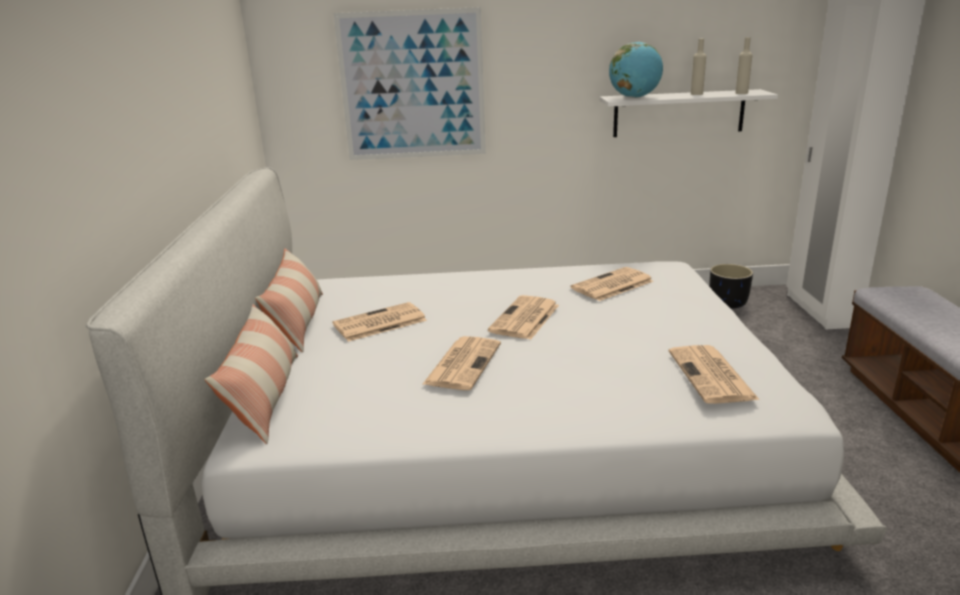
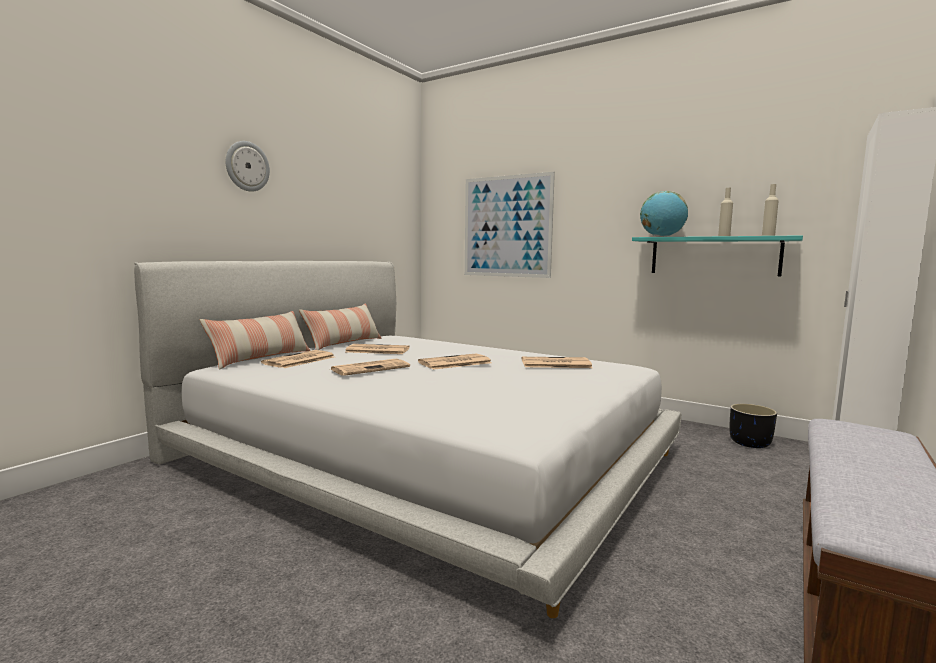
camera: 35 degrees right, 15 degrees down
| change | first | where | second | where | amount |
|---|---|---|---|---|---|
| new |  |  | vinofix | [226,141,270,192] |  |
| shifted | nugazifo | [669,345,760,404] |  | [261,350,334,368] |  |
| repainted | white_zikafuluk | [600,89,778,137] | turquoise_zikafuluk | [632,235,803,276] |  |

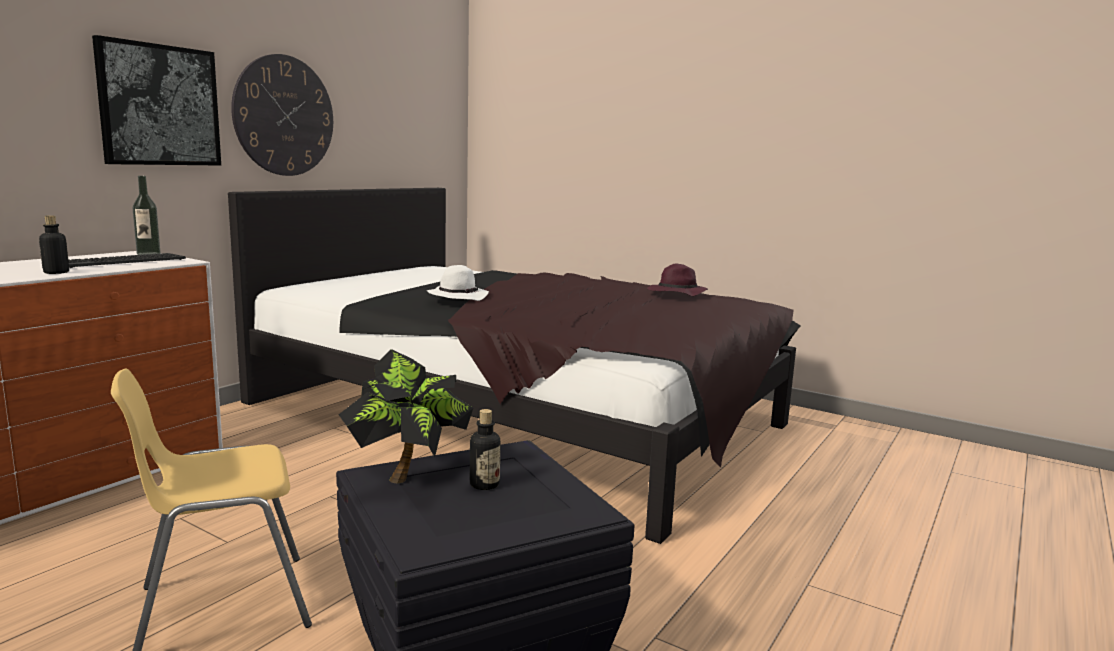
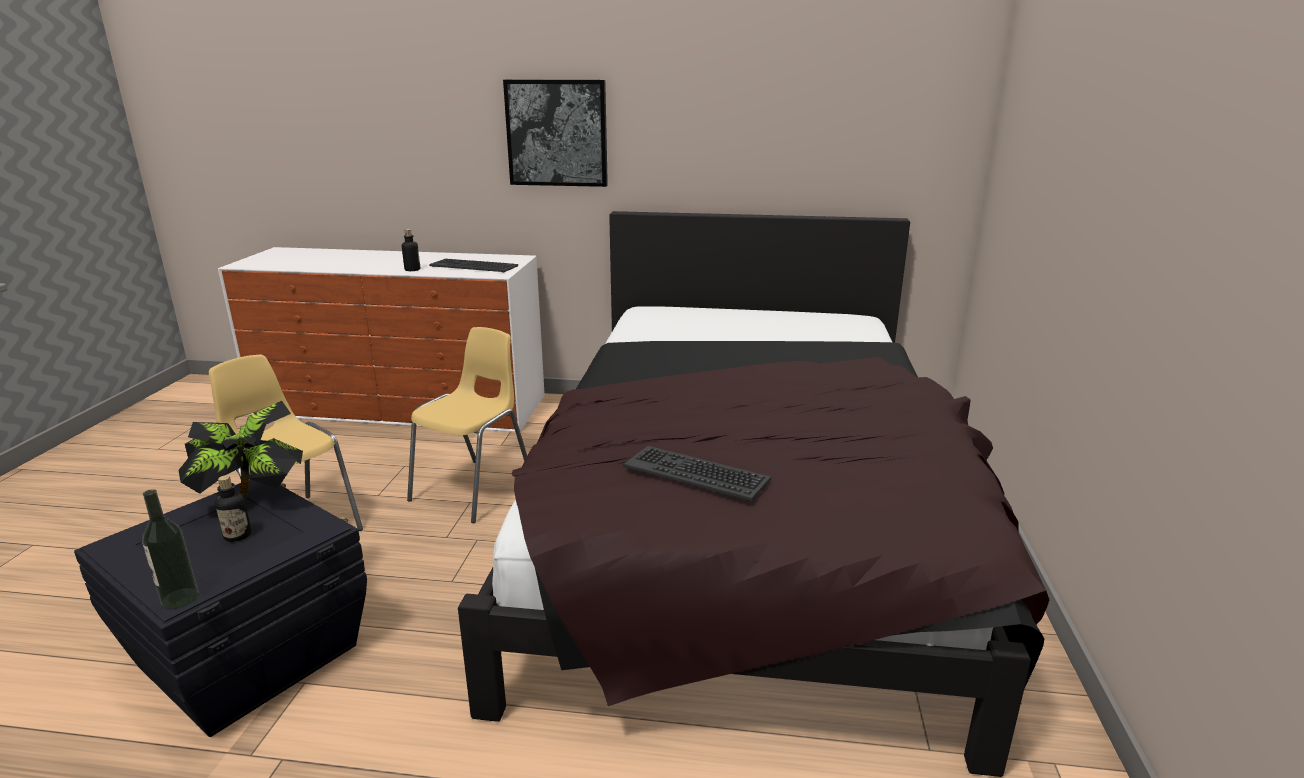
camera: 65 degrees right, 10 degrees up
| change | first | where | second | where | amount |
|---|---|---|---|---|---|
| gone | vinofix | [231,54,333,176] |  |  |  |
| gone | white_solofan | [426,265,489,301] |  |  |  |
| gone | purple_solofan | [647,264,708,296] |  |  |  |
| new |  |  | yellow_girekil | [407,327,527,523] |  |
| new |  |  | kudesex | [623,446,771,501] |  |
| shifted | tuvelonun | [133,176,161,255] |  | [142,489,199,609] |  |

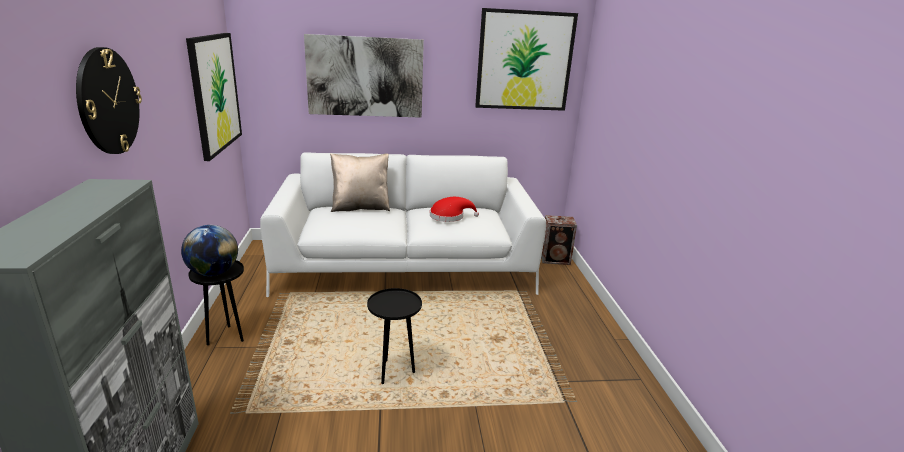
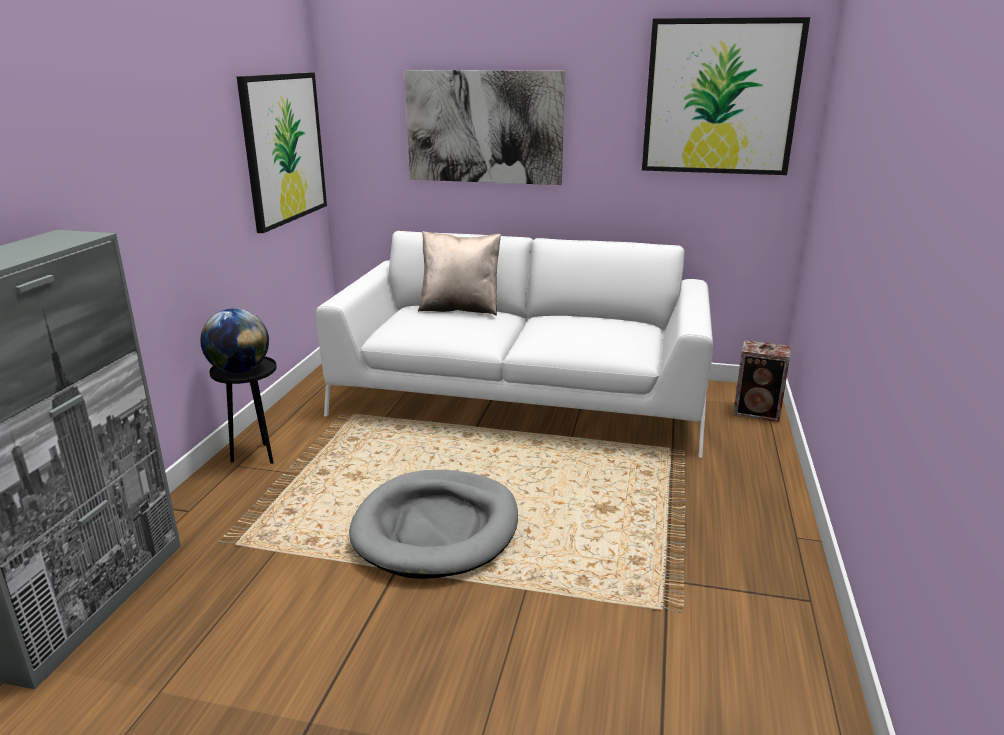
camera: 20 degrees right, 0 degrees up
| change | first | where | second | where | amount |
|---|---|---|---|---|---|
| gone | vinofix | [76,47,142,154] |  |  |  |
| gone | red_solofan | [430,197,479,222] |  |  |  |
| swapped | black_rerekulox | [367,288,422,384] | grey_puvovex | [349,470,518,579] |  |

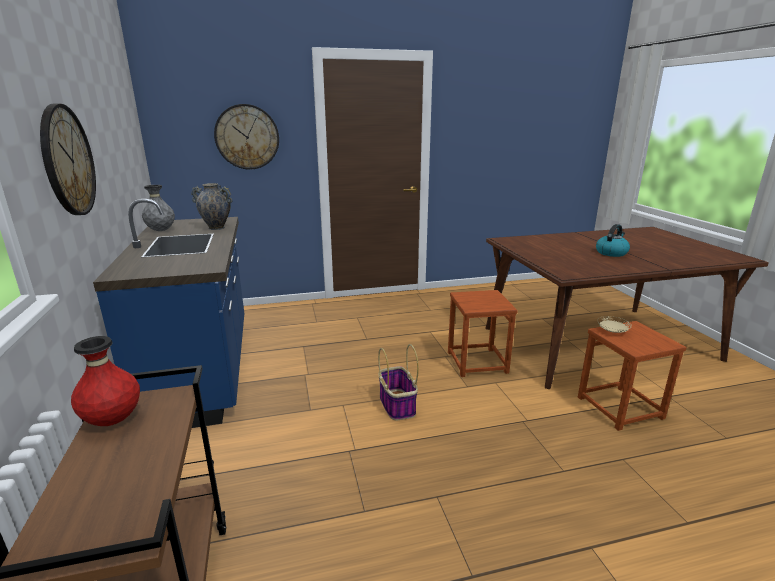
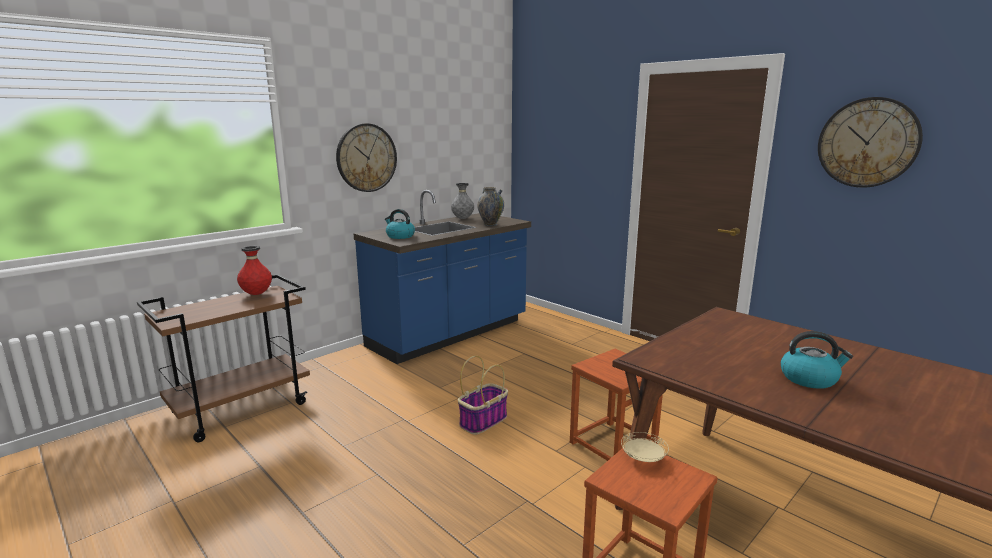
camera: 60 degrees right, 5 degrees down
| change | first | where | second | where | amount |
|---|---|---|---|---|---|
| new |  |  | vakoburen | [385,209,415,239] |  |
| shifted | vinofix | [214,104,279,170] |  | [818,97,923,188] |  |

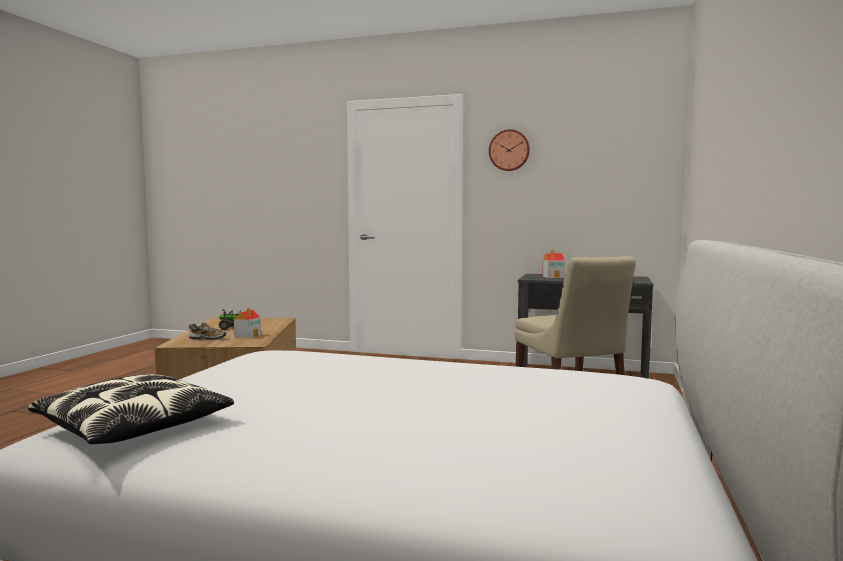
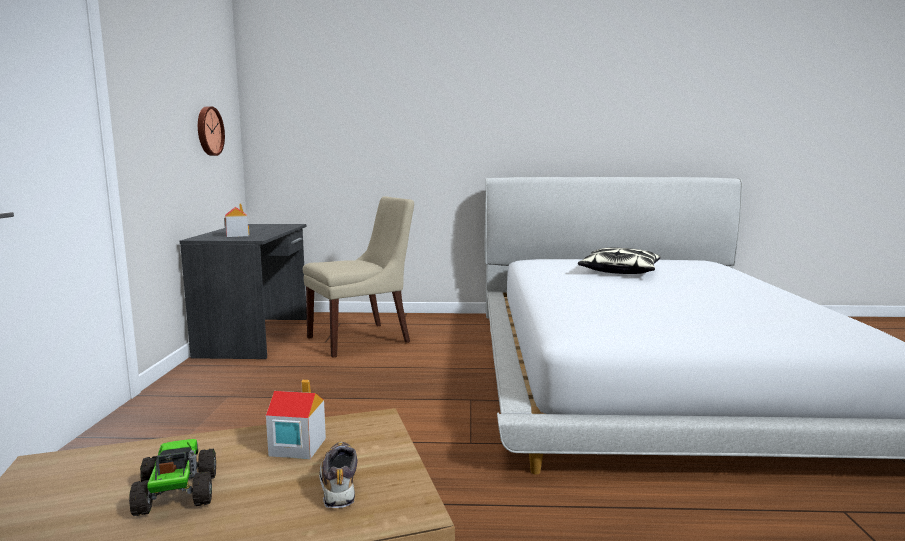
camera: 105 degrees left, 5 degrees up
| change | first | where | second | where | amount |
|---|---|---|---|---|---|
| shifted | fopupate | [28,374,234,444] |  | [578,248,661,274] |  |
| shifted | vinofix | [489,129,530,171] |  | [198,106,225,156] |  |

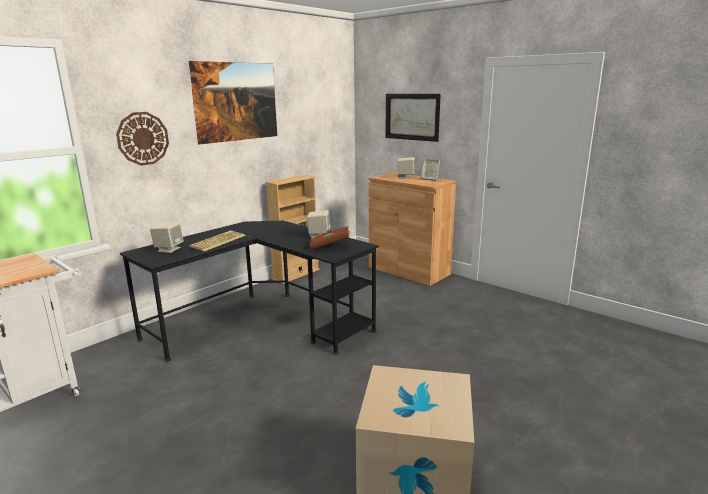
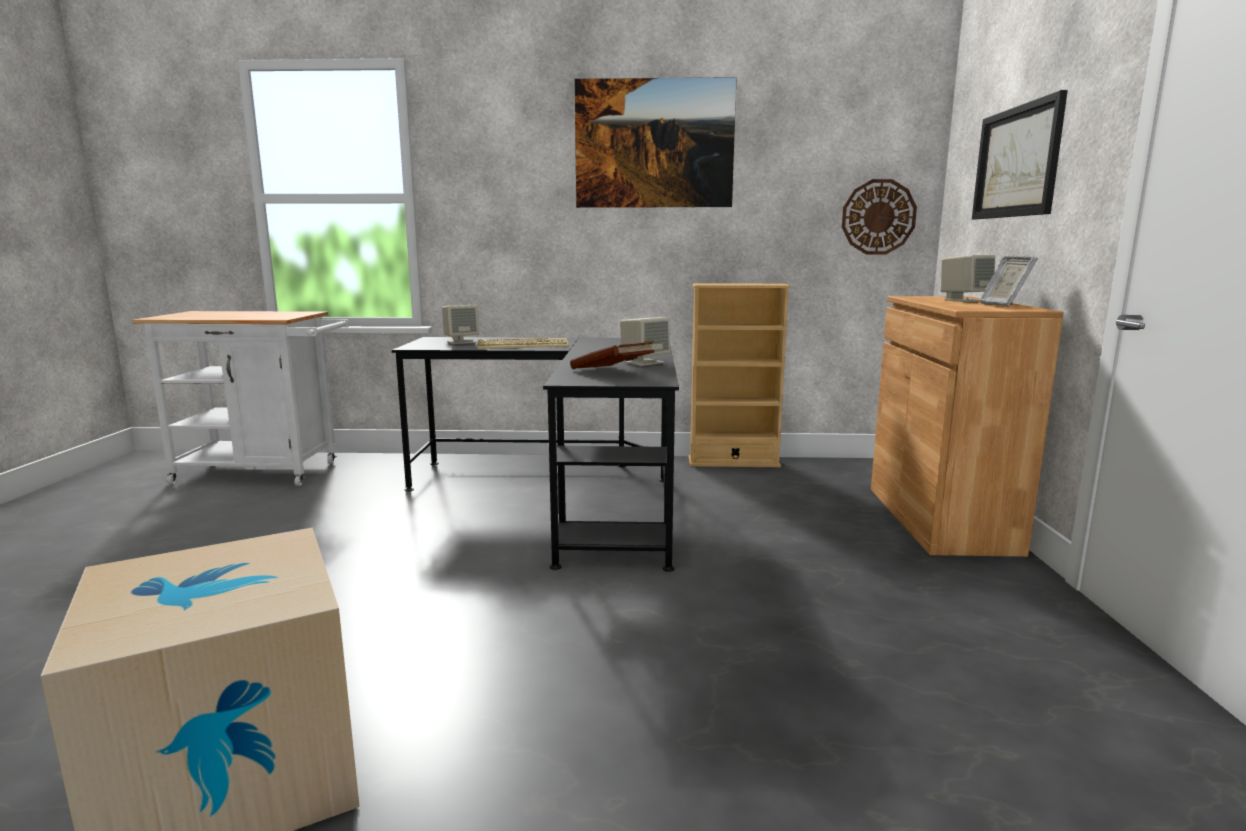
camera: 50 degrees right, 5 degrees down
| change | first | where | second | where | amount |
|---|---|---|---|---|---|
| shifted | vinofix | [116,112,169,166] |  | [842,179,917,255] |  |

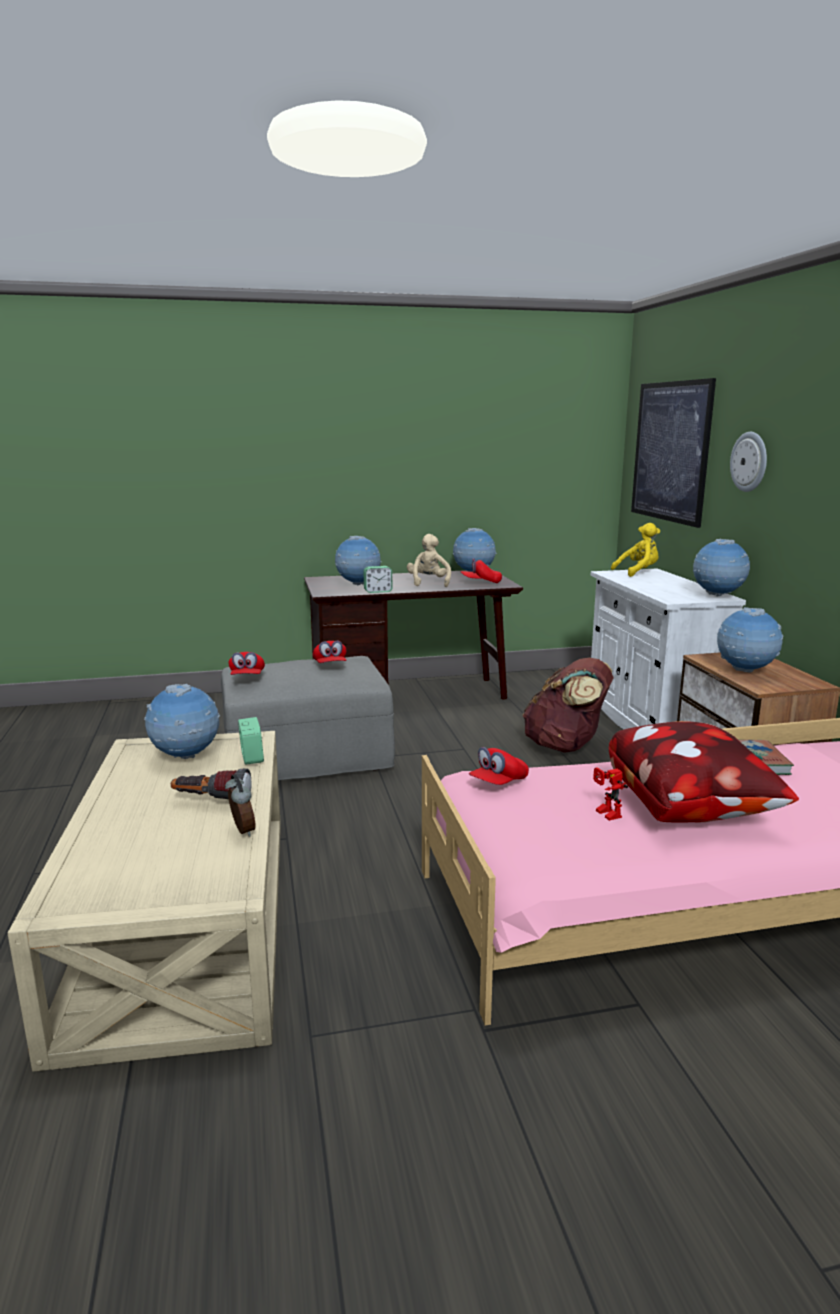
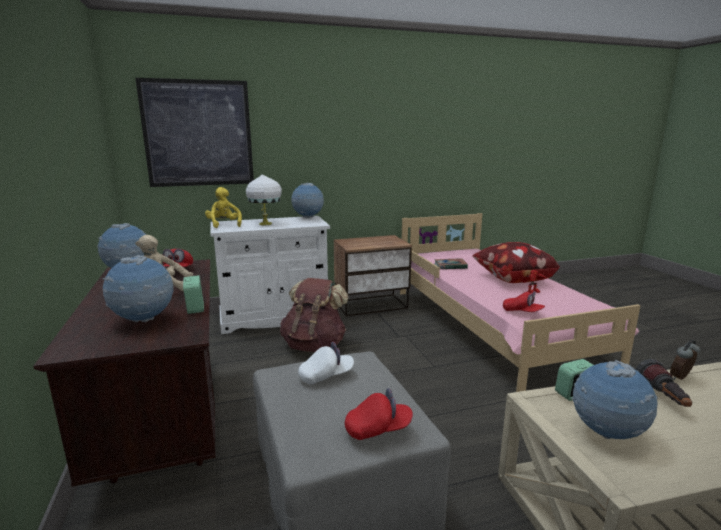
camera: 95 degrees left, 0 degrees up
| change | first | where | second | where | amount |
|---|---|---|---|---|---|
| gone | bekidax | [717,607,784,673] |  |  |  |
| gone | vinofix | [730,432,767,492] |  |  |  |
| new |  |  | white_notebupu | [246,175,282,225] |  |
| repainted | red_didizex | [313,641,346,663] | white_didizex | [298,342,354,385] |  |

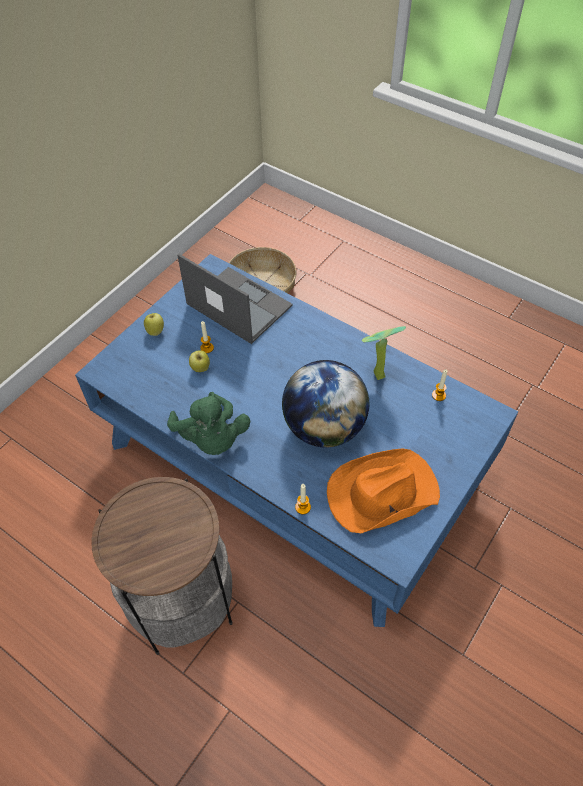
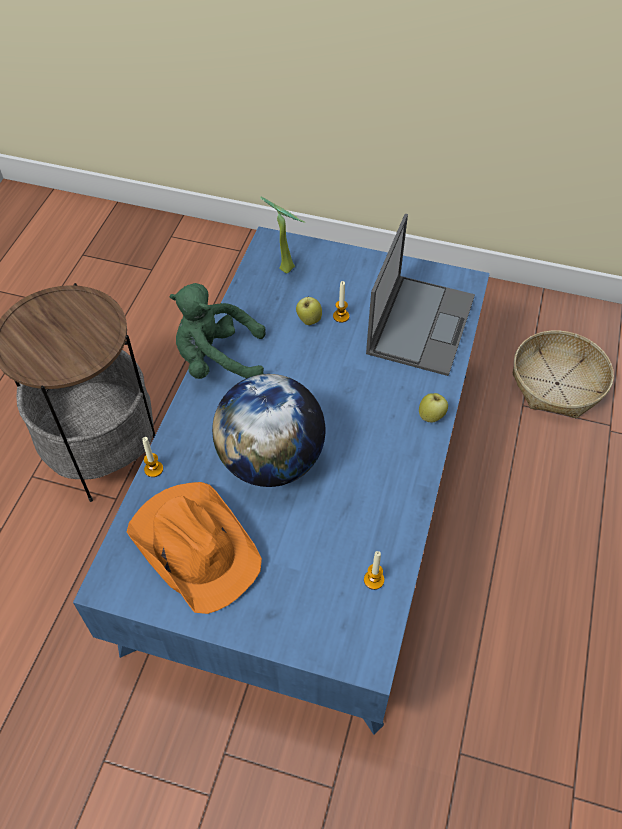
camera: 70 degrees right, 0 degrees up
| change | first | where | second | where | amount |
|---|---|---|---|---|---|
| shifted | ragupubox | [144,313,164,336] |  | [419,393,448,423] |  |
| shifted | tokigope | [362,326,406,380] |  | [260,196,305,273] |  |
| rotated | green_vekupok | [167,392,250,455] |  | [170,283,266,379] | 45 degrees clockwise |

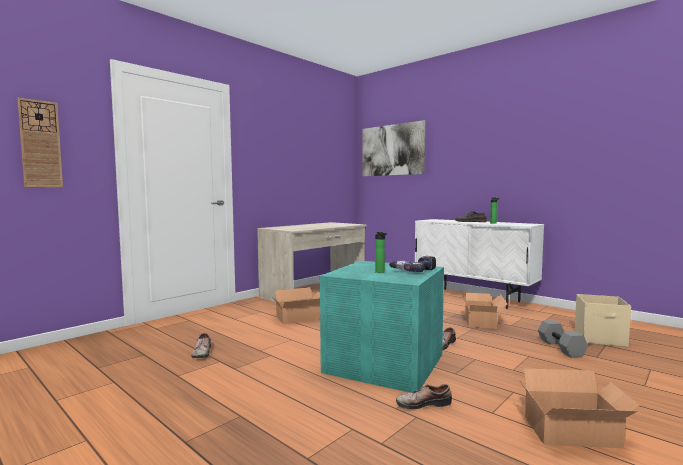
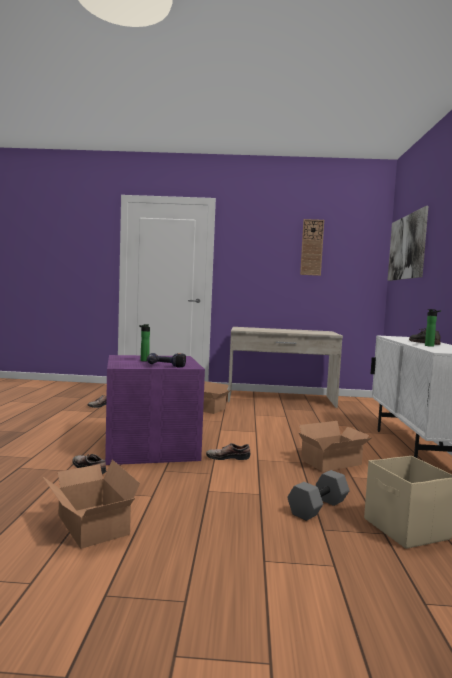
camera: 50 degrees right, 0 degrees up
| change | first | where | second | where | amount |
|---|---|---|---|---|---|
| shifted | vinofix | [17,98,63,187] |  | [300,219,324,276] |  |
| repainted | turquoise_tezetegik | [320,261,444,393] | purple_tezetegik | [105,355,205,465] |  |

